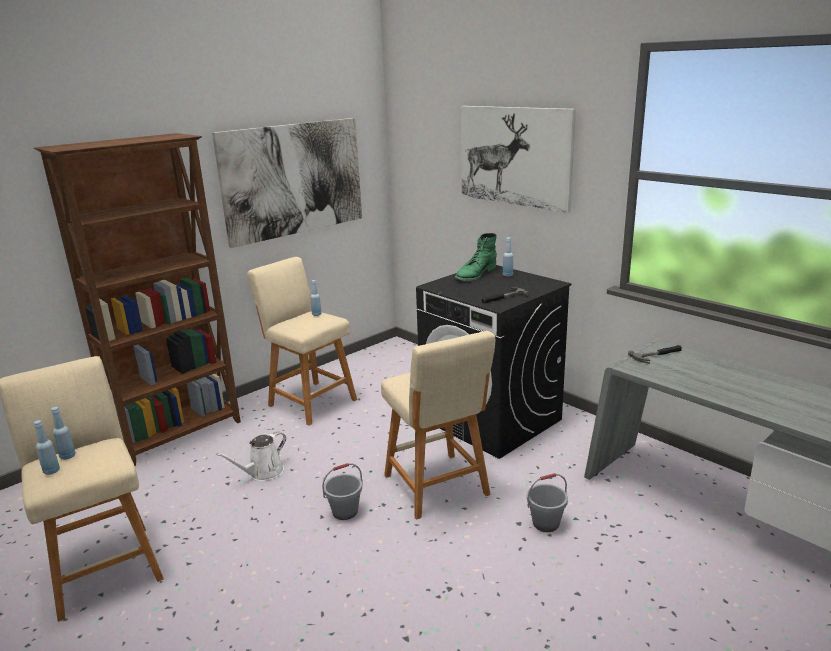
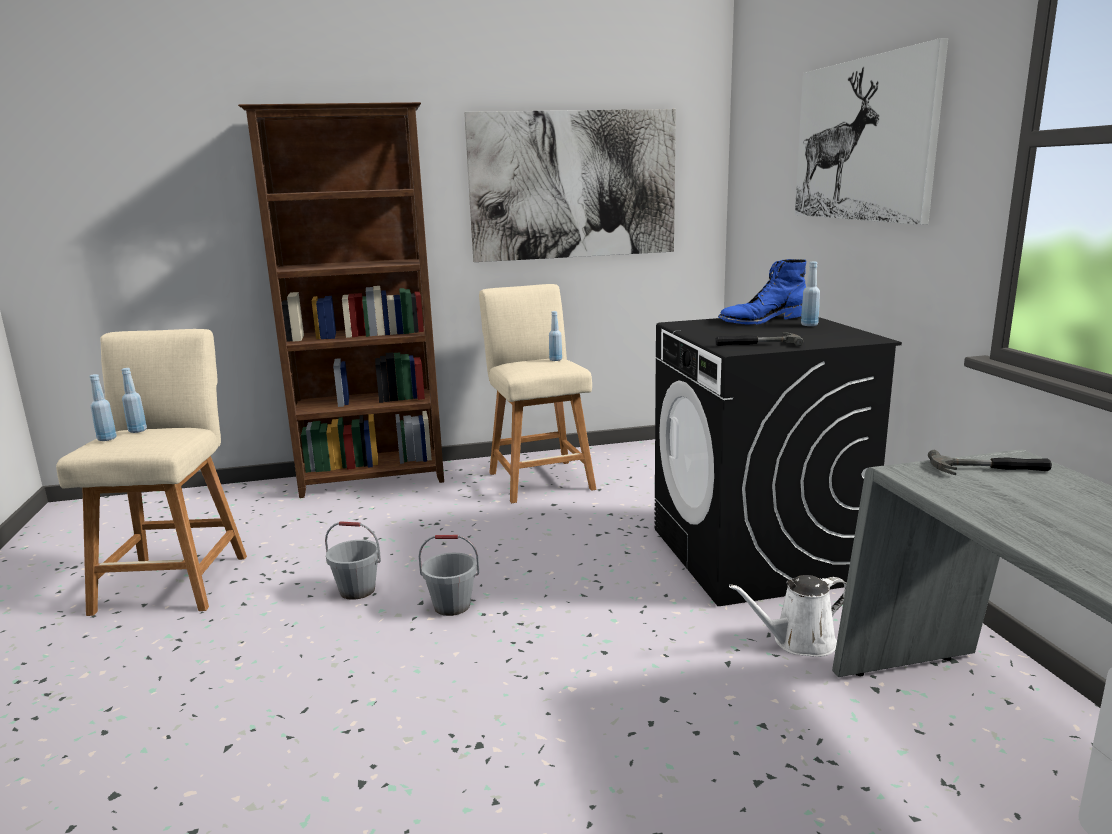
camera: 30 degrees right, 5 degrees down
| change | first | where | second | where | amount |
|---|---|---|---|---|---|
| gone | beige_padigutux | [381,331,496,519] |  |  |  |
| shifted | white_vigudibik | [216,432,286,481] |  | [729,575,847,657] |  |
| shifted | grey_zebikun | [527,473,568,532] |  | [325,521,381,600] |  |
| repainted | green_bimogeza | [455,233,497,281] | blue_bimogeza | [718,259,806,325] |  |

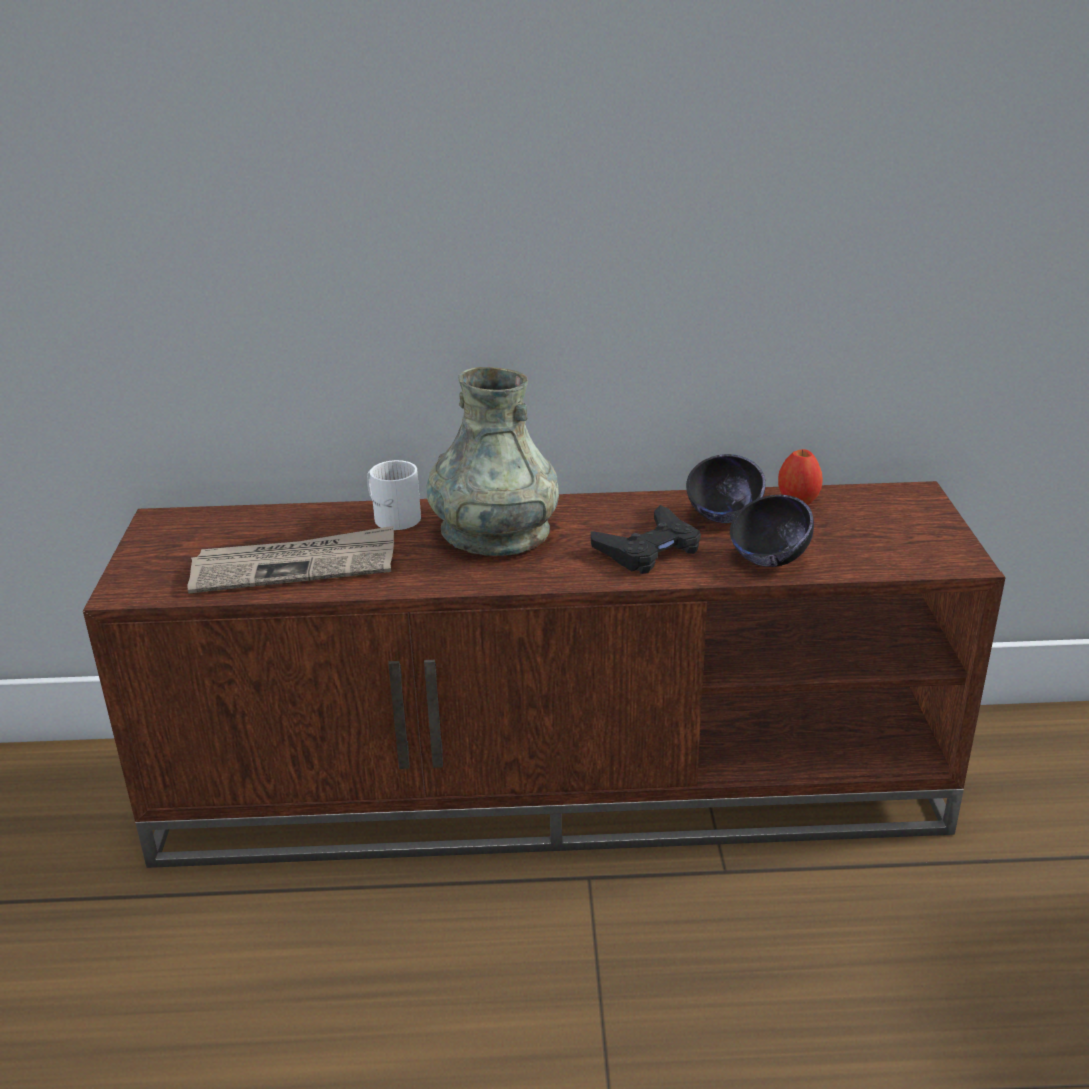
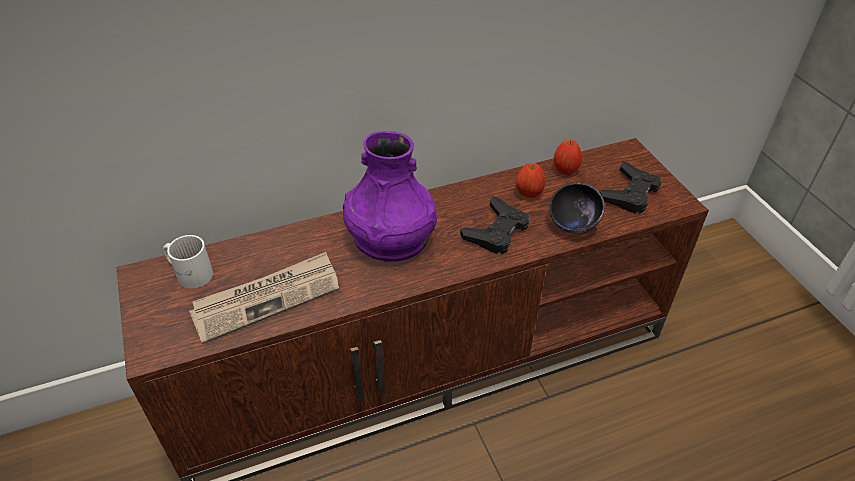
camera: 20 degrees left, 15 degrees up
| change | first | where | second | where | amount |
|---|---|---|---|---|---|
| new |  |  | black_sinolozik | [599,161,661,214] |  |
| shifted | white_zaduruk | [367,460,421,530] |  | [163,235,213,289] |  |
| swapped | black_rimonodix | [686,454,766,523] | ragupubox | [516,163,545,198] |  |
| repainted | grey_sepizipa | [426,367,559,556] | purple_sepizipa | [343,131,437,262] |  |

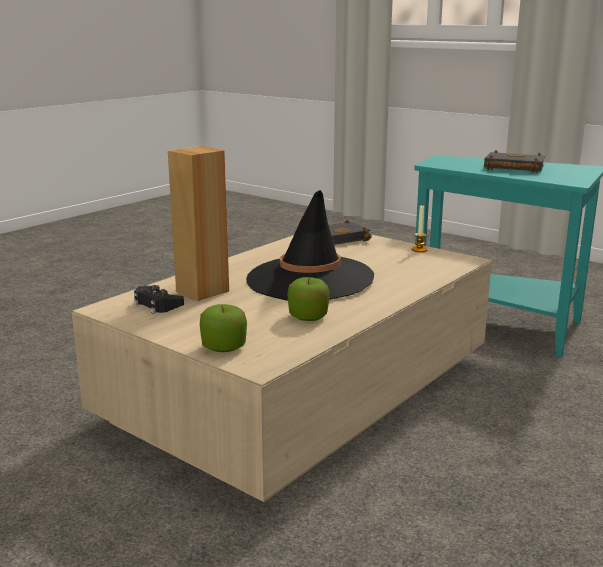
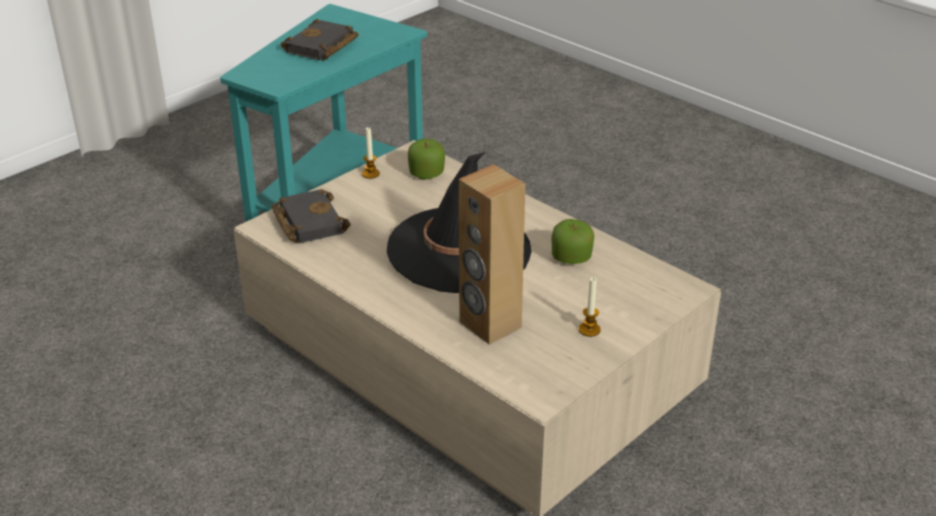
camera: 85 degrees left, 15 degrees up
| change | first | where | second | where | amount |
|---|---|---|---|---|---|
| gone | black_sinolozik | [134,285,184,314] |  |  |  |
| new |  |  | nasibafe | [579,277,601,337] |  |
| shifted | ragupubox | [200,304,247,352] |  | [408,139,445,179] |  |

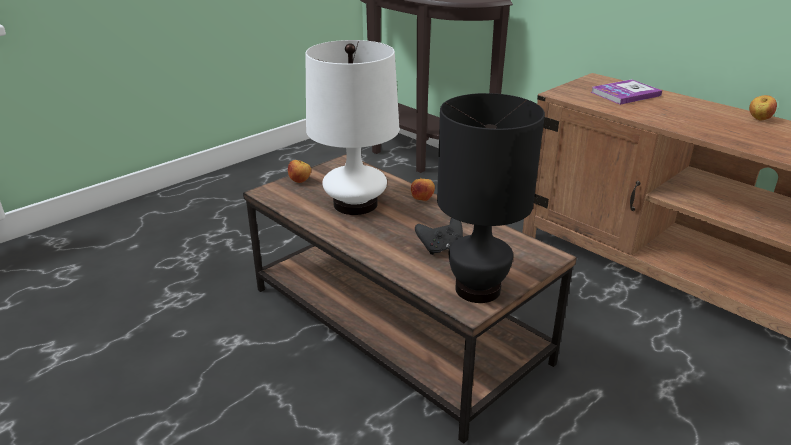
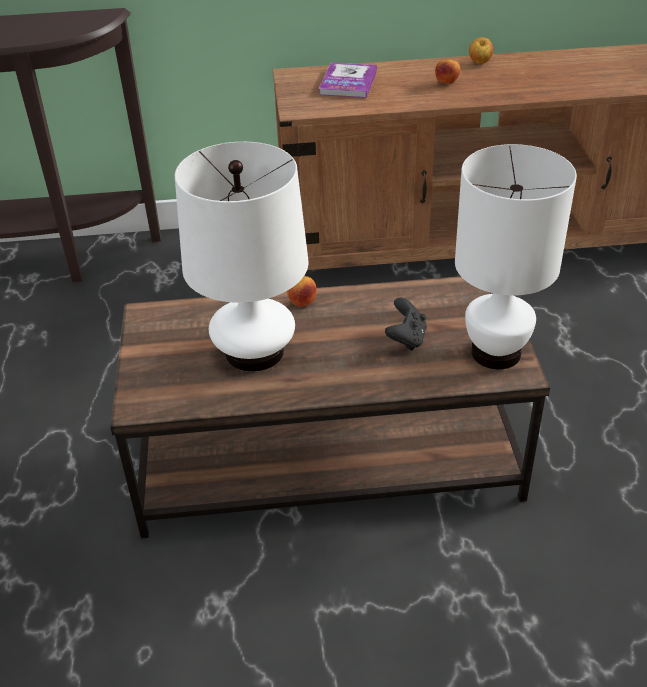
camera: 50 degrees left, 10 degrees up
| change | first | where | second | where | amount |
|---|---|---|---|---|---|
| shifted | ragupubox | [288,160,311,183] |  | [435,59,461,84] |  |
| repainted | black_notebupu | [437,93,545,303] | white_notebupu | [455,144,577,370] |  |

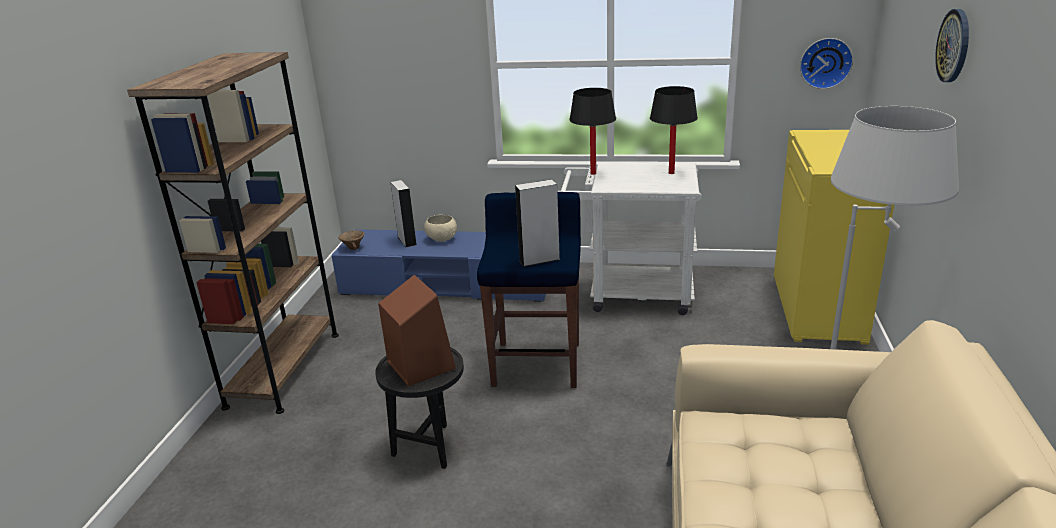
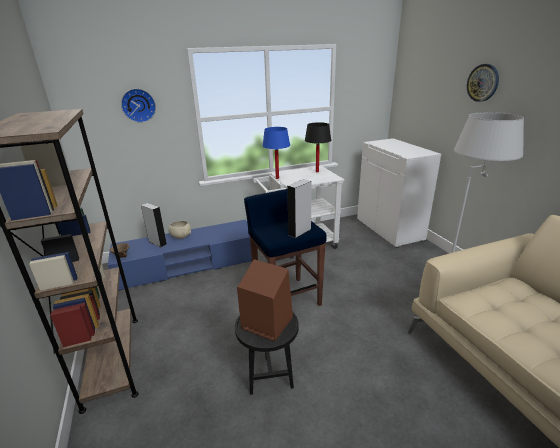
camera: 30 degrees left, 0 degrees up
| change | first | where | second | where | amount |
|---|---|---|---|---|---|
| shifted | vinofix | [800,38,853,89] |  | [121,89,156,123] |  |
| repainted | black_notebupu | [569,88,616,175] | blue_notebupu | [262,127,290,179] |  |
| repainted | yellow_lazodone | [774,130,894,345] | white_lazodone | [357,138,441,248] |  |

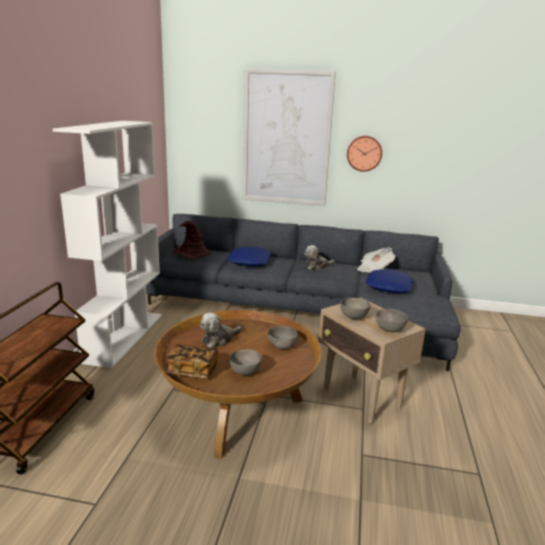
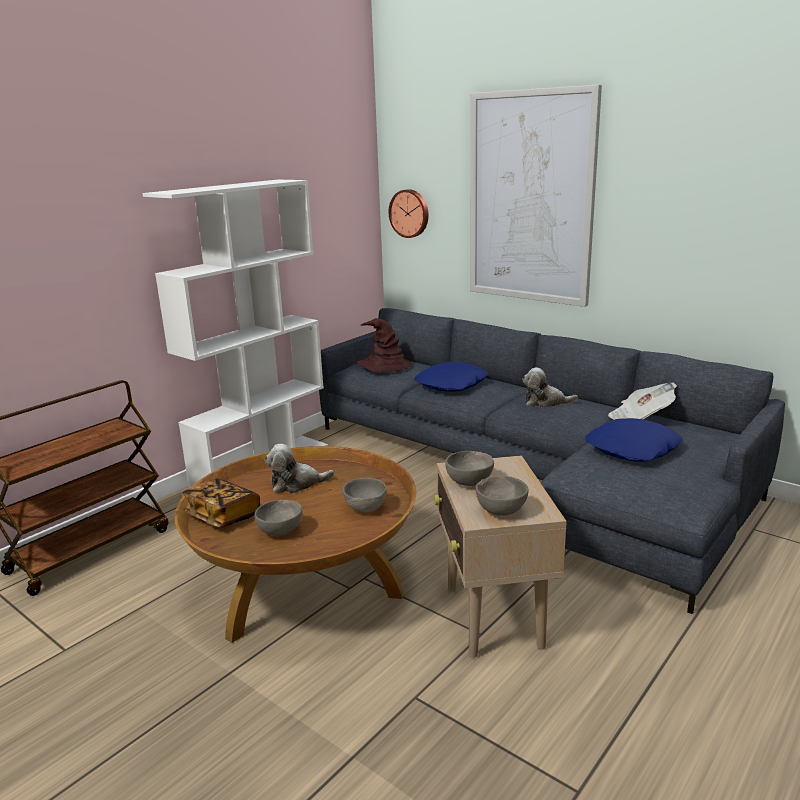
camera: 30 degrees right, 0 degrees up
| change | first | where | second | where | amount |
|---|---|---|---|---|---|
| shifted | vinofix | [347,136,382,172] |  | [389,189,429,238] |  |

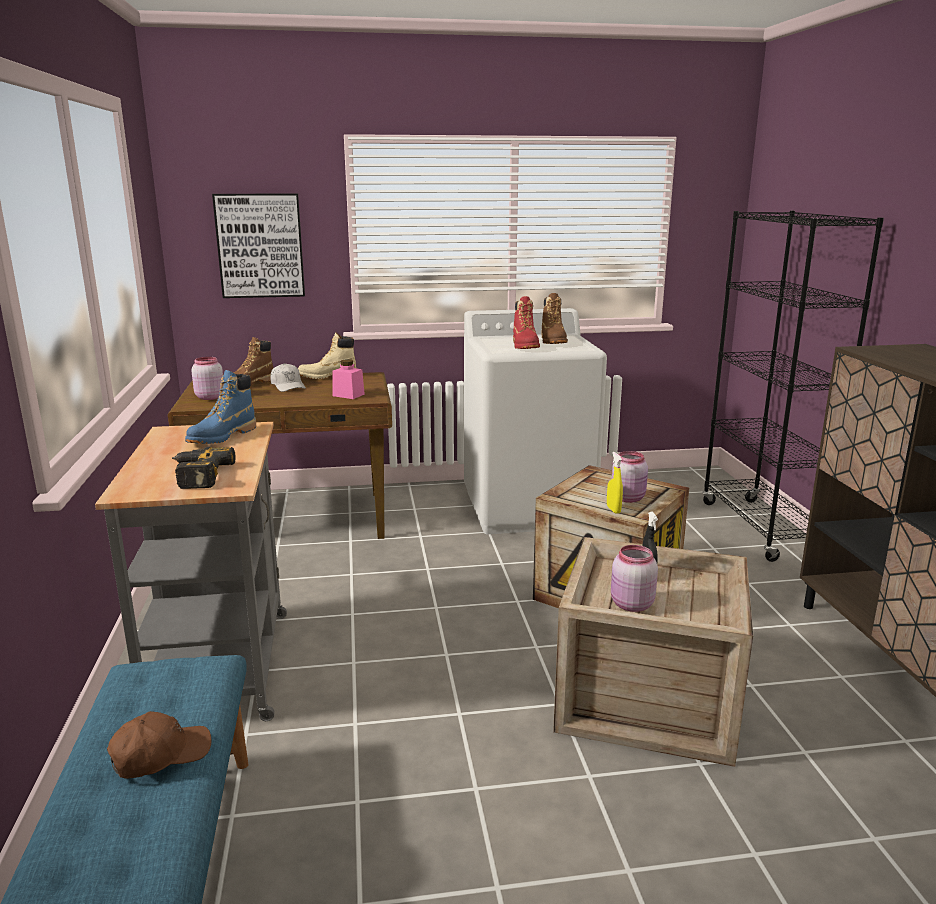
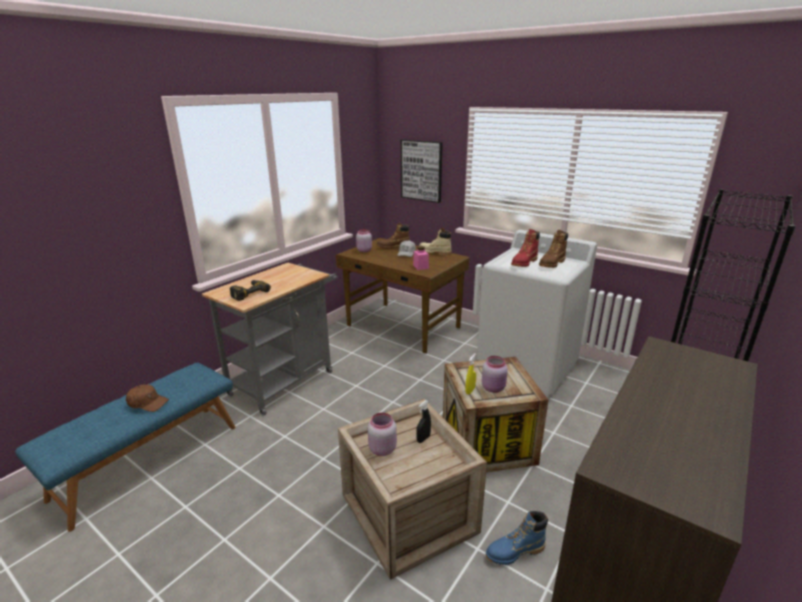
camera: 45 degrees right, 5 degrees up
| change | first | where | second | where | amount |
|---|---|---|---|---|---|
| shifted | blue_bimogeza | [185,370,256,444] |  | [486,511,548,565] |  |

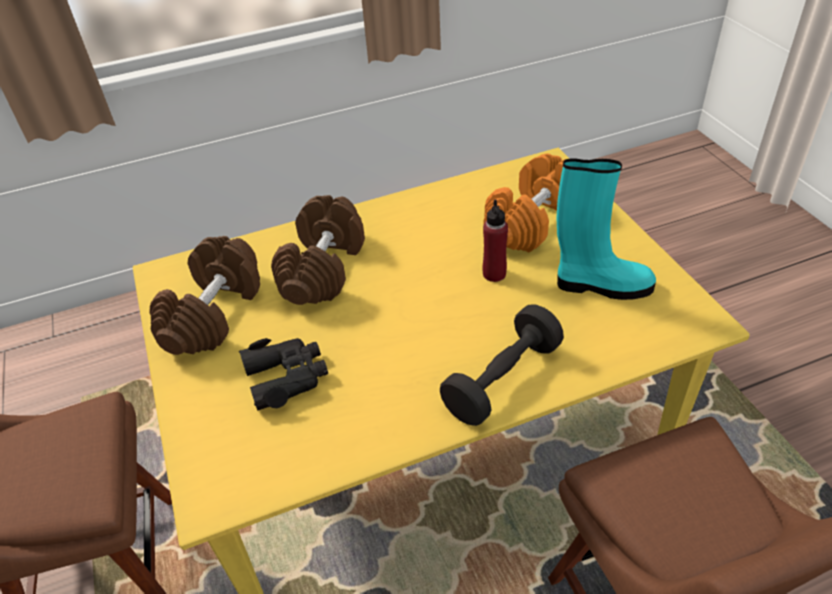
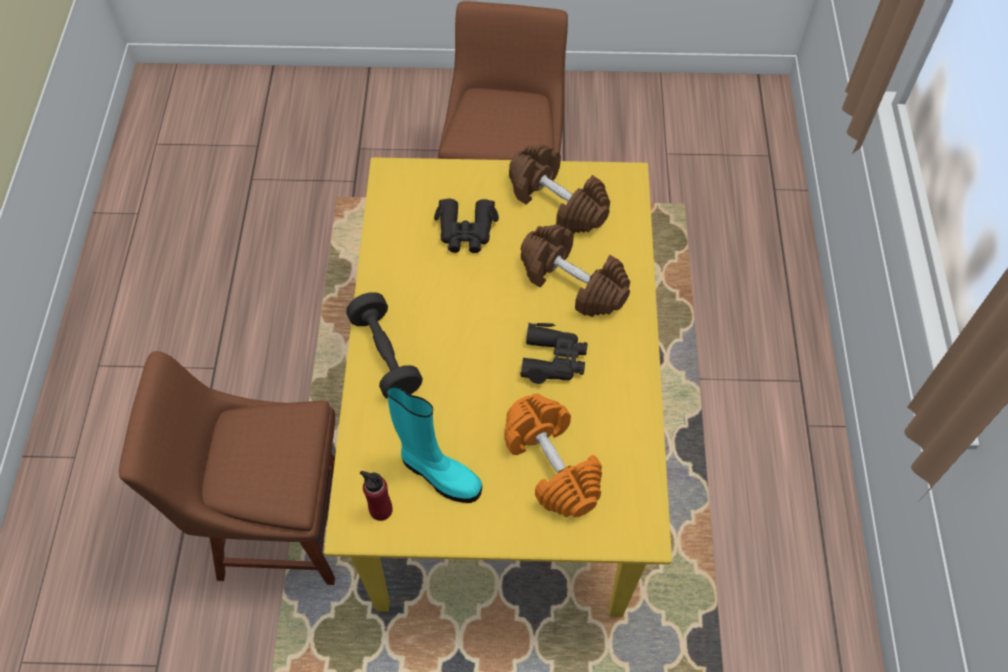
camera: 110 degrees right, 15 degrees up
| change | first | where | second | where | amount |
|---|---|---|---|---|---|
| new |  |  | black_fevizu | [520,323,587,384] |  |
| shifted | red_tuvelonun | [483,200,508,282] |  | [360,471,393,521] |  |
| rotated | turquoise_bimogeza | [556,158,656,300] |  | [387,386,482,503] | 90 degrees counterclockwise |

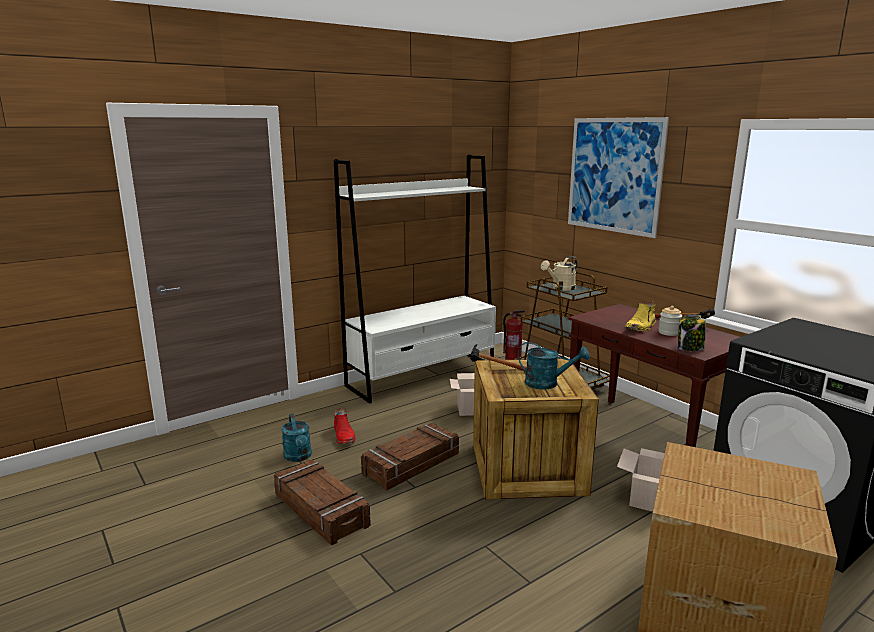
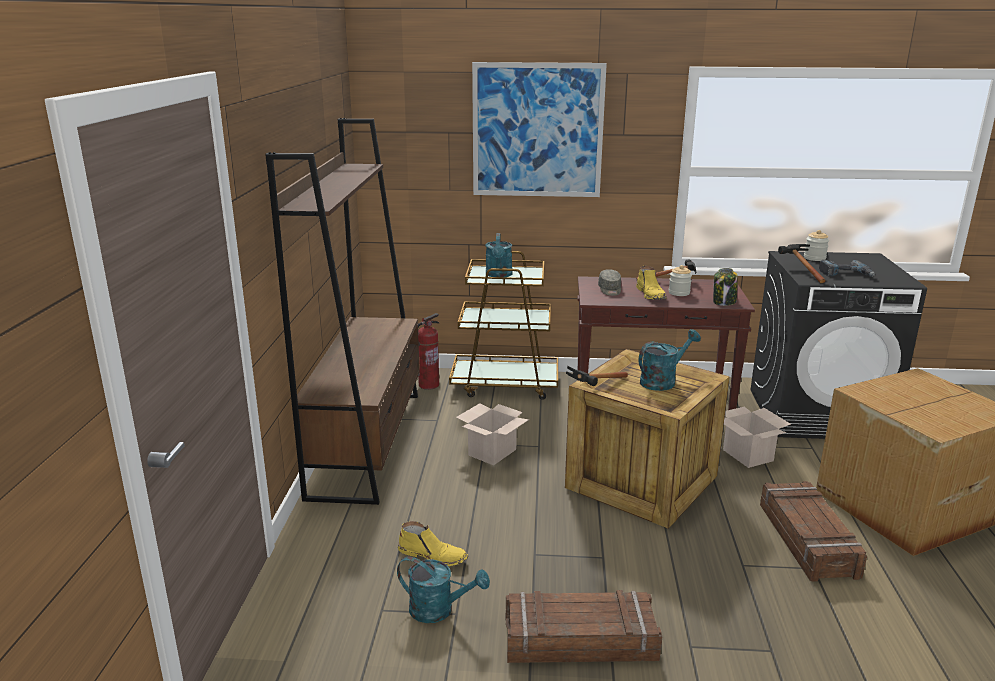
camera: 50 degrees left, 5 degrees up
| change | first | where | second | where | amount |
|---|---|---|---|---|---|
| new |  |  | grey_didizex | [598,269,621,296] |  |
| new |  |  | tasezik | [778,244,826,283] |  |
| new |  |  | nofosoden | [804,230,829,261] |  |
| new |  |  | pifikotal | [819,260,875,277] |  |
| shifted | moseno | [361,423,459,490] |  | [760,481,867,582] |  |
| repainted | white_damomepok | [334,155,496,404] | brown_damomepok | [265,118,420,505] |  |
| repainted | red_bimogeza | [334,408,355,444] | yellow_bimogeza | [398,521,468,566] |  |
| repainted | beige_vigudibik | [541,256,577,291] | turquoise_vigudibik | [486,233,512,277] |  |

